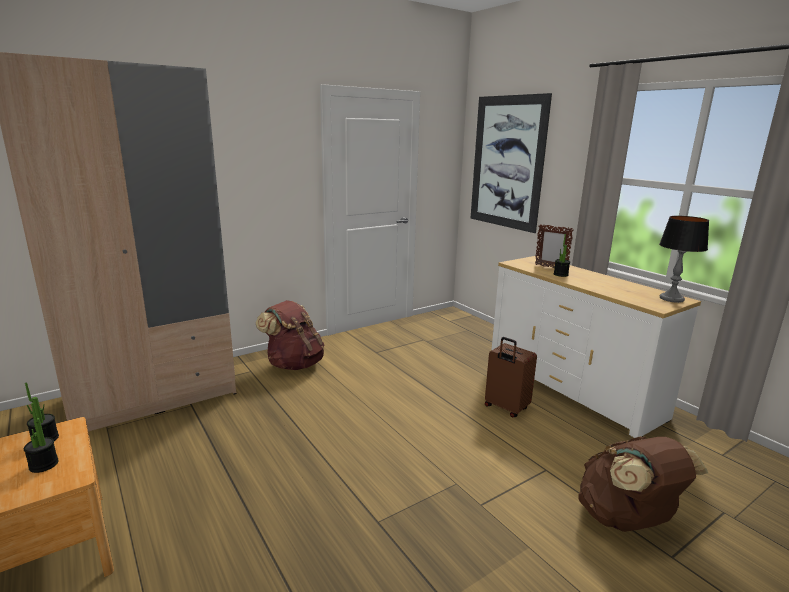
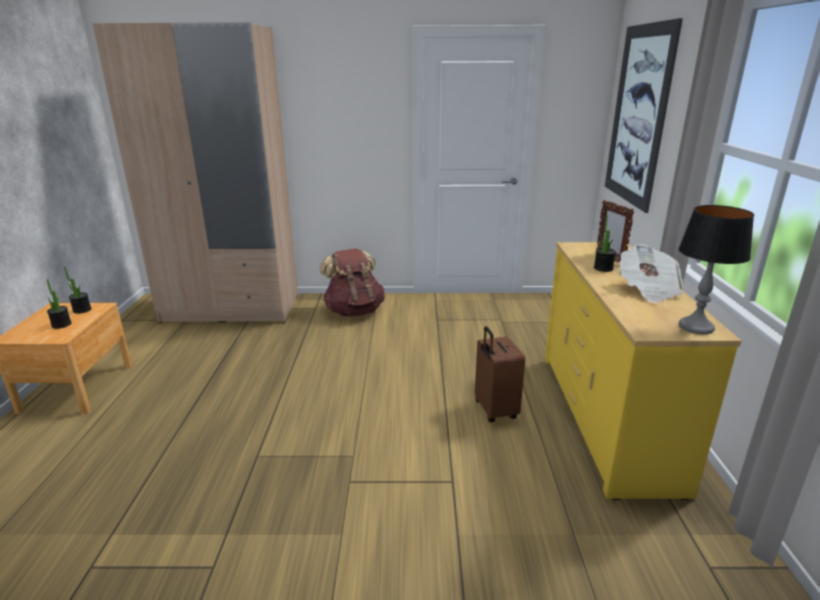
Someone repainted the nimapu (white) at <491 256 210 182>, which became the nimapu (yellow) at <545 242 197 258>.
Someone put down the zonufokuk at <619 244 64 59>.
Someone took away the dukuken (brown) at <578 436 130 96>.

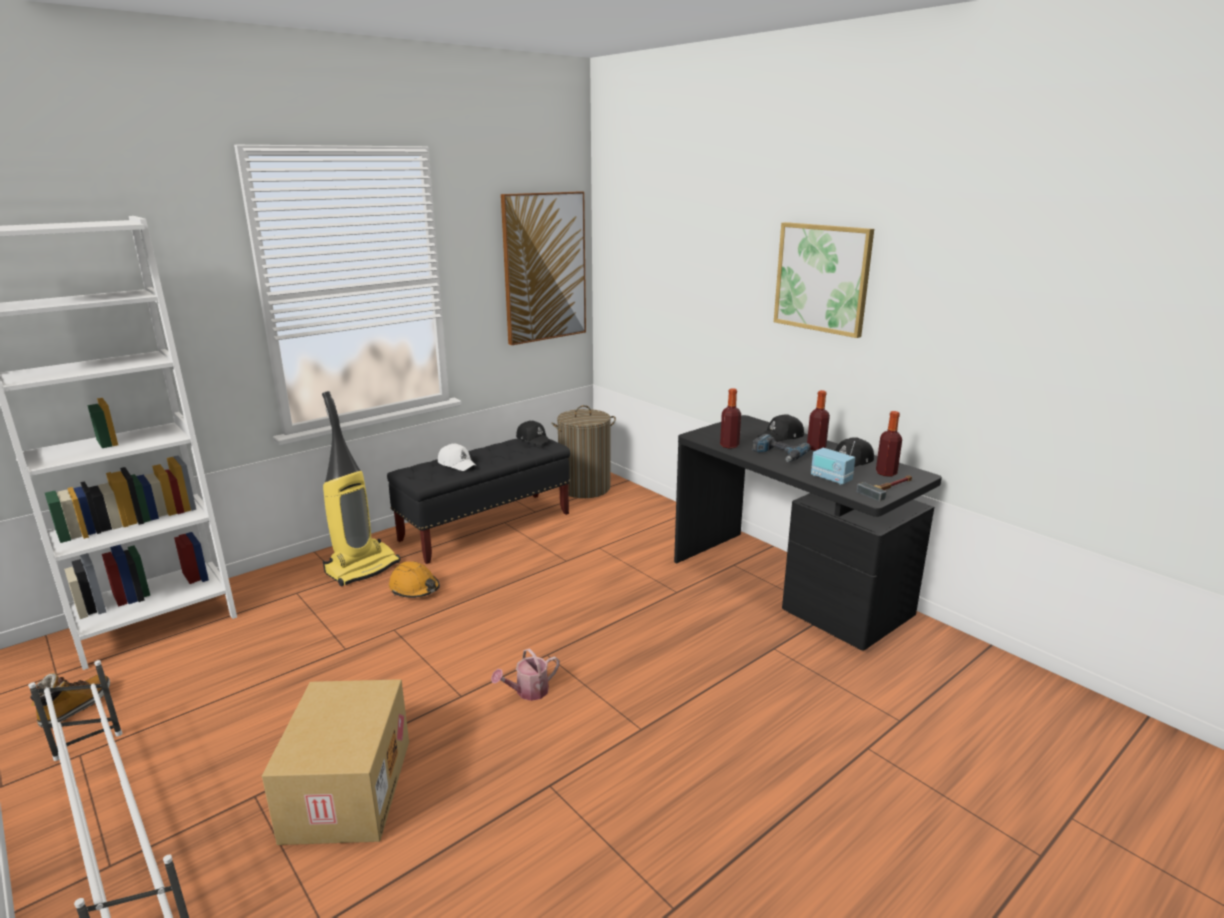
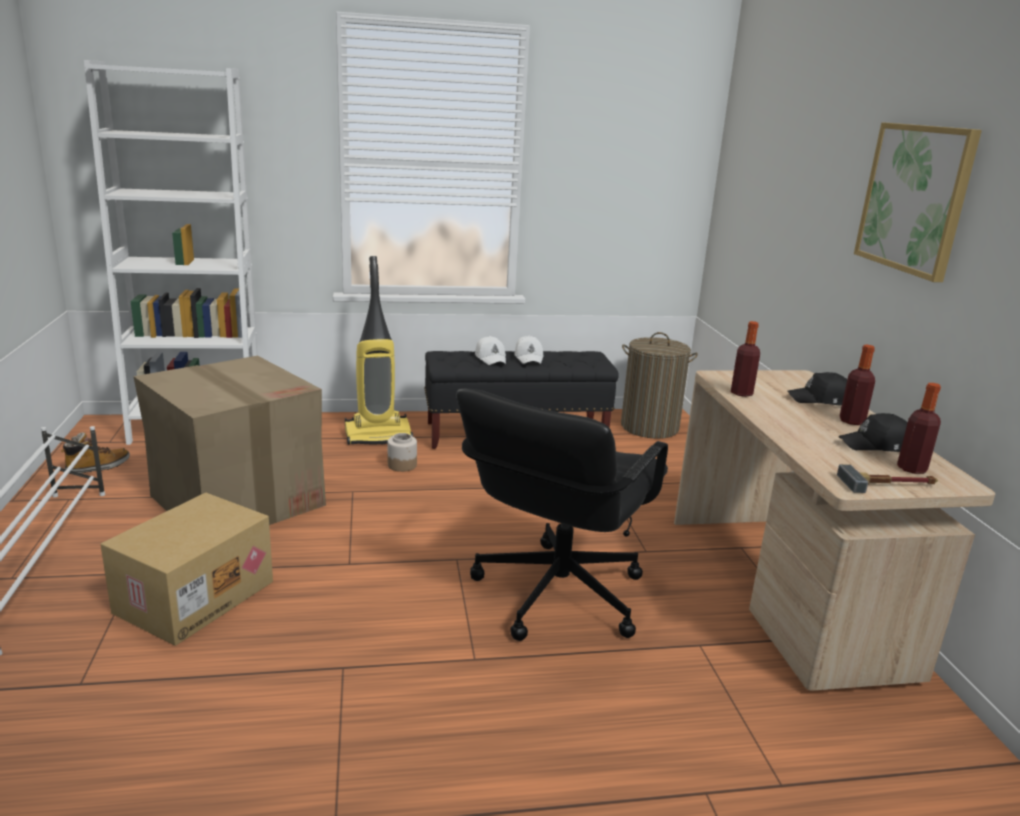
Someone put down the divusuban at <134 356 192 169>.
Someone swapped the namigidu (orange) at <389 561 51 37> for the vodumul at <388 433 29 39>.
Someone put down the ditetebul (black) at <456 388 212 253>.
Someone put down the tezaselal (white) at <514 336 30 28>.
Someone repainted the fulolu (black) at <674 415 268 235>, which became the fulolu (beige) at <674 370 321 321>.
Someone took away the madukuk at <491 648 69 53>.
Someone took away the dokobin at <501 191 85 155>.
Someone took away the tezaselal (black) at <516 420 35 26>.
Someone took away the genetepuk at <752 434 59 28>.
Someone took away the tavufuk at <811 441 44 44>.

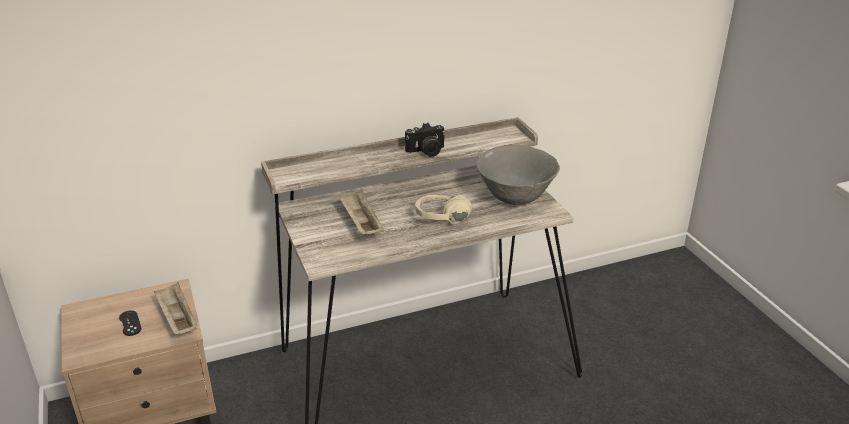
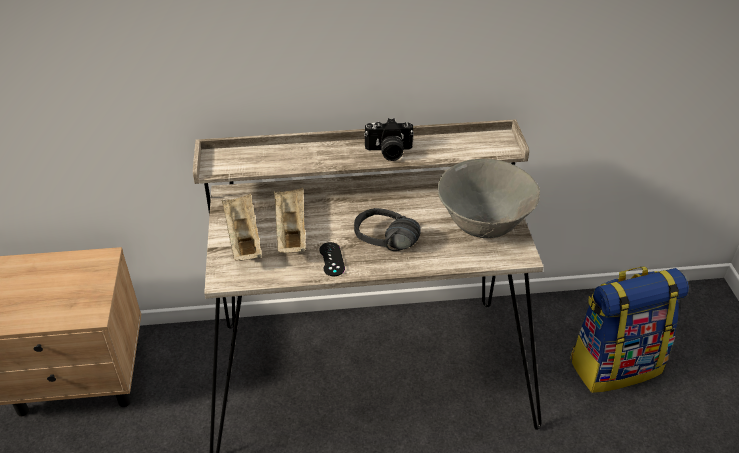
Someone carried the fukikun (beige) from <154 282 44 53> to <222 193 40 68>.
Someone carried the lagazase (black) from <119 310 22 26> to <319 242 26 34>.
Someone repainted the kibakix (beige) at <415 195 57 29>, which became the kibakix (black) at <354 208 67 43>.
Someone put down the dukuken at <570 267 119 126>.

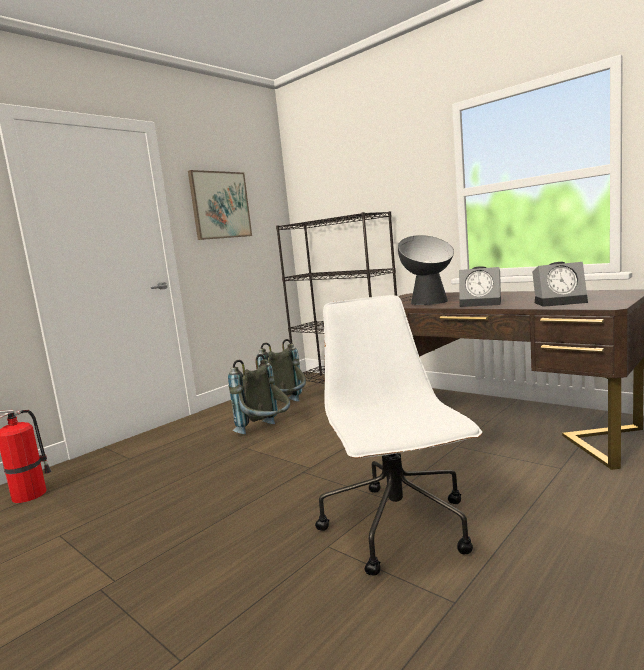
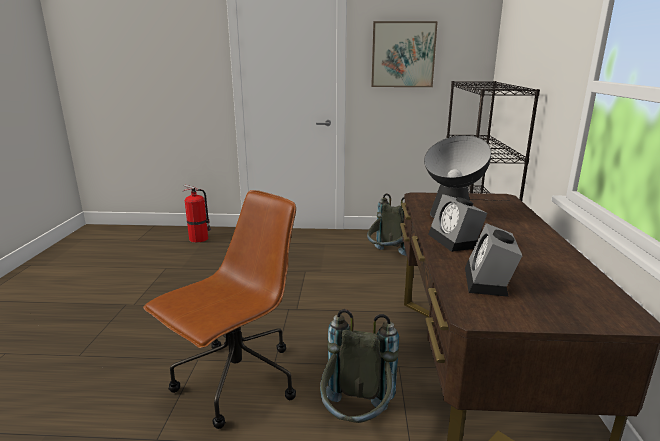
Someone repainted the ditetebul (white) at <315 295 167 281>, which became the ditetebul (brown) at <143 190 153 239>.
Someone carried the dukuken (grey) from <228 354 62 80> to <320 309 79 114>.
Someone rotated the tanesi at <532 262 56 45> by 45 degrees clockwise.

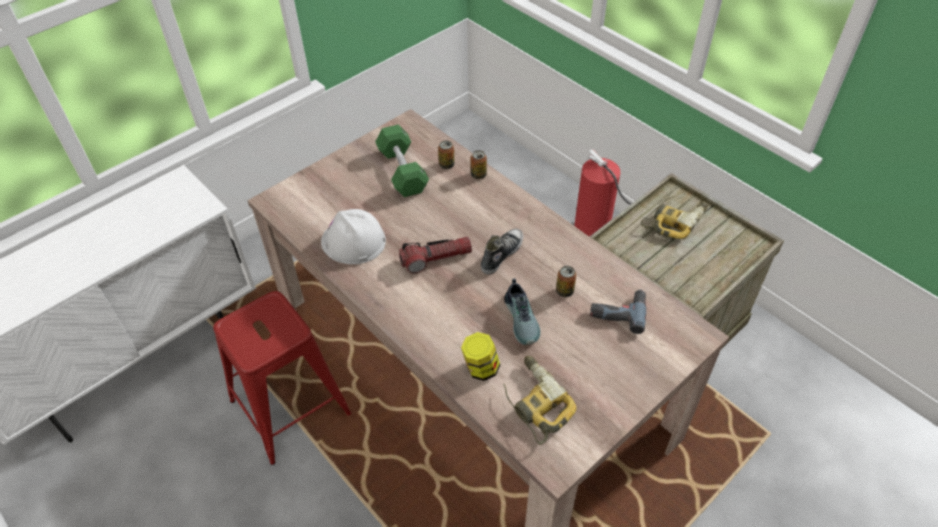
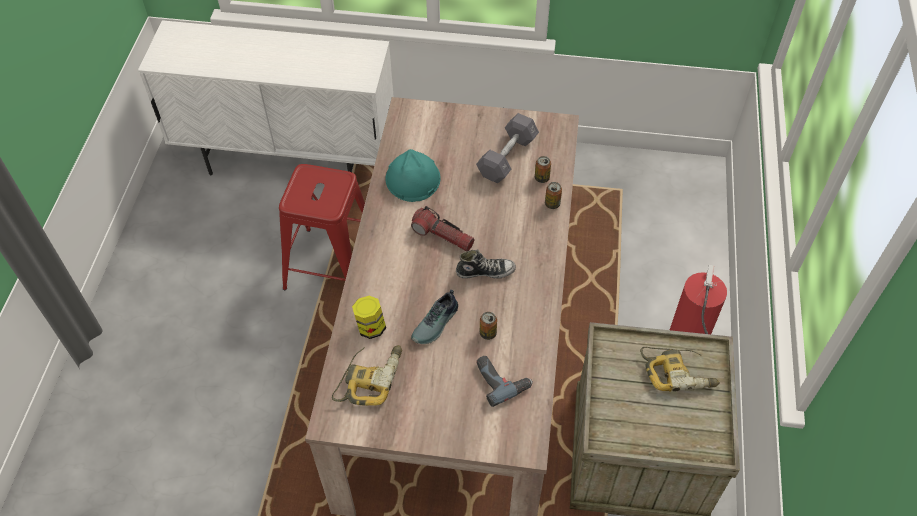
Someone repainted the namigidu (white) at <321 209 65 55>, which became the namigidu (turquoise) at <385 149 56 53>.
Someone repainted the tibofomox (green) at <375 124 54 73>, which became the tibofomox (grey) at <476 113 63 71>.

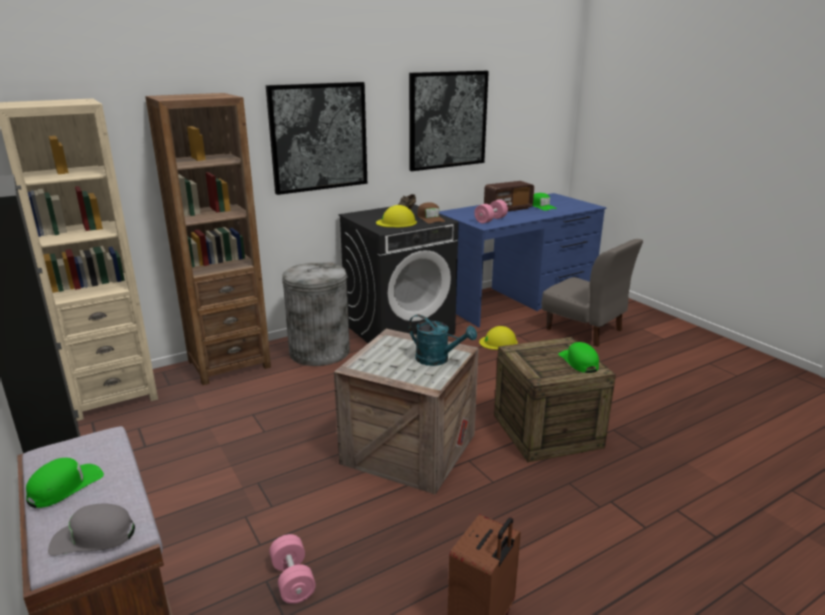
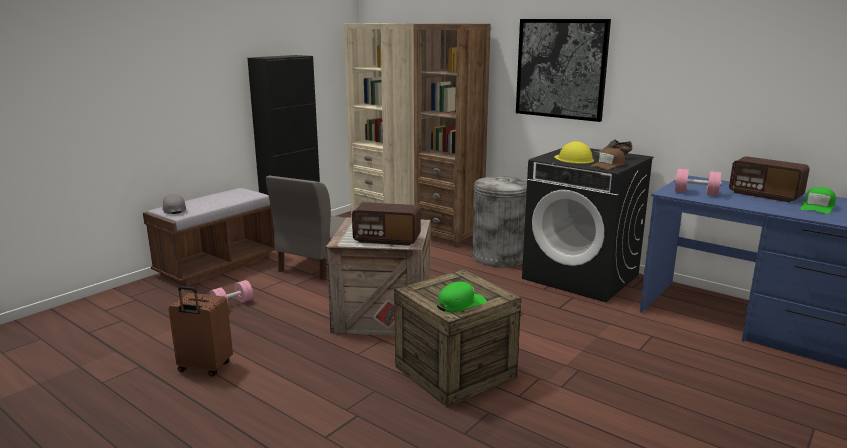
Someone carried the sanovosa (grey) from <541 239 102 108> to <266 176 80 104>.
Someone swapped the madukuk (turquoise) at <409 314 68 52> for the tavufuk at <352 202 69 44>.
Someone took away the tezaselal (green) at <26 458 78 50>.
Someone took away the dokobin at <409 71 80 100>.
Someone took away the namigidu (yellow) at <479 326 39 24>.

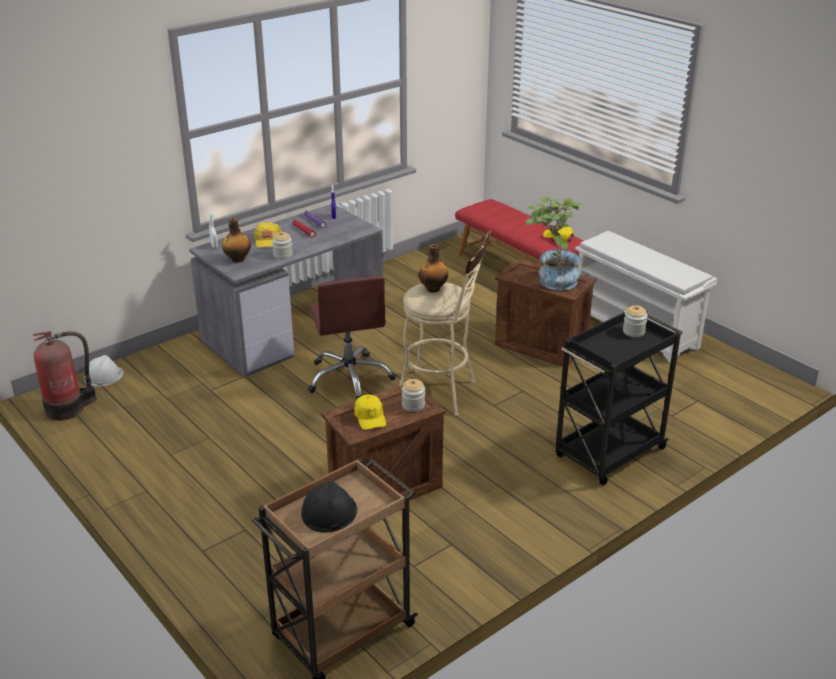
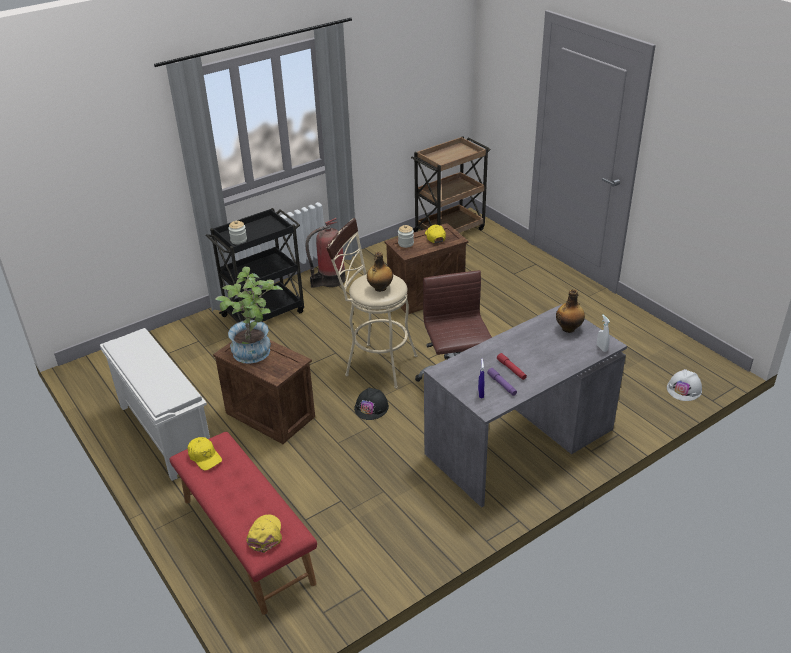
Someone carried the tezaselal (yellow) from <254 221 27 27> to <247 514 35 39>.
Someone carried the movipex from <33 331 64 90> to <305 218 41 70>.
Someone carried the namigidu (black) from <301 481 56 52> to <354 388 35 32>.
Someone took away the vodumul at <272 231 21 28>.

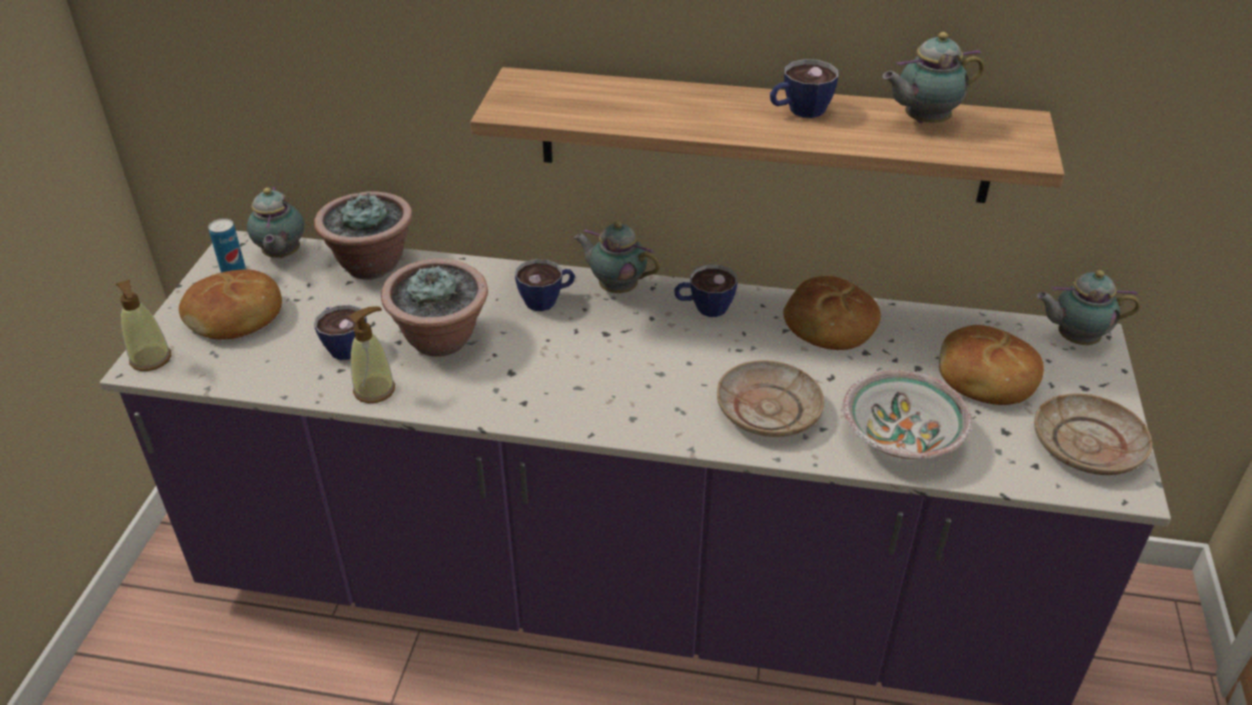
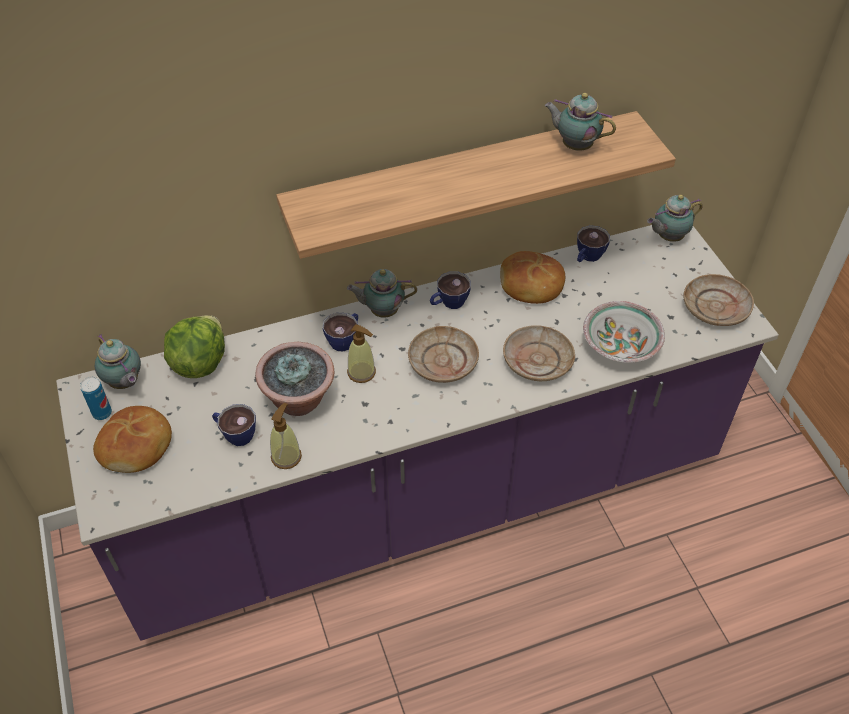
Someone swapped the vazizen at <314 191 99 89> for the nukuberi at <164 315 61 63>.
Someone carried the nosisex from <116 280 55 91> to <347 324 29 59>.
Someone put down the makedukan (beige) at <408 326 71 57>.
Someone rotated the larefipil at <882 32 102 91> by 75 degrees clockwise.
Someone carried the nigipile from <770 59 68 59> to <577 225 33 37>.
Someone took away the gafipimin at <939 325 105 80>.

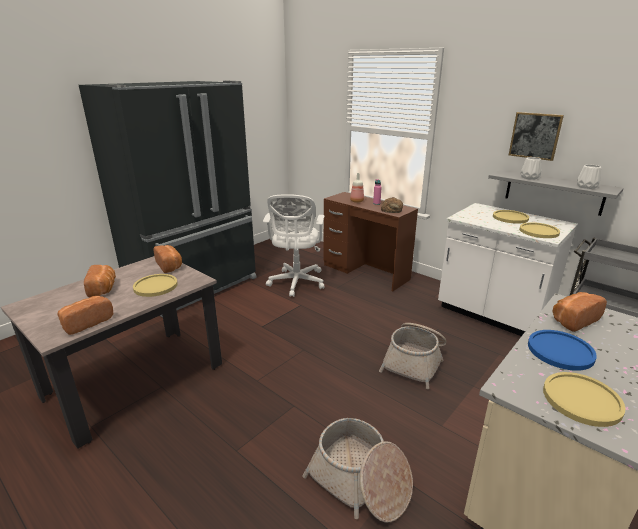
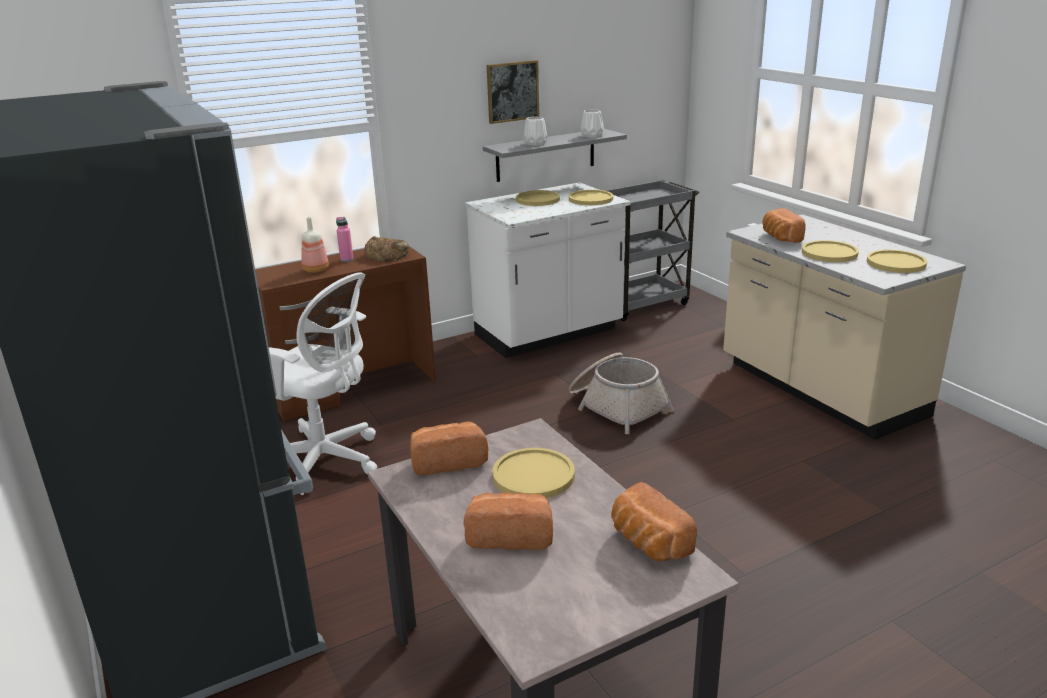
Someone repainted the makedukan (blue) at <528 330 69 41>, which became the makedukan (yellow) at <802 240 57 22>.
Someone took away the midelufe at <303 418 110 104>.

